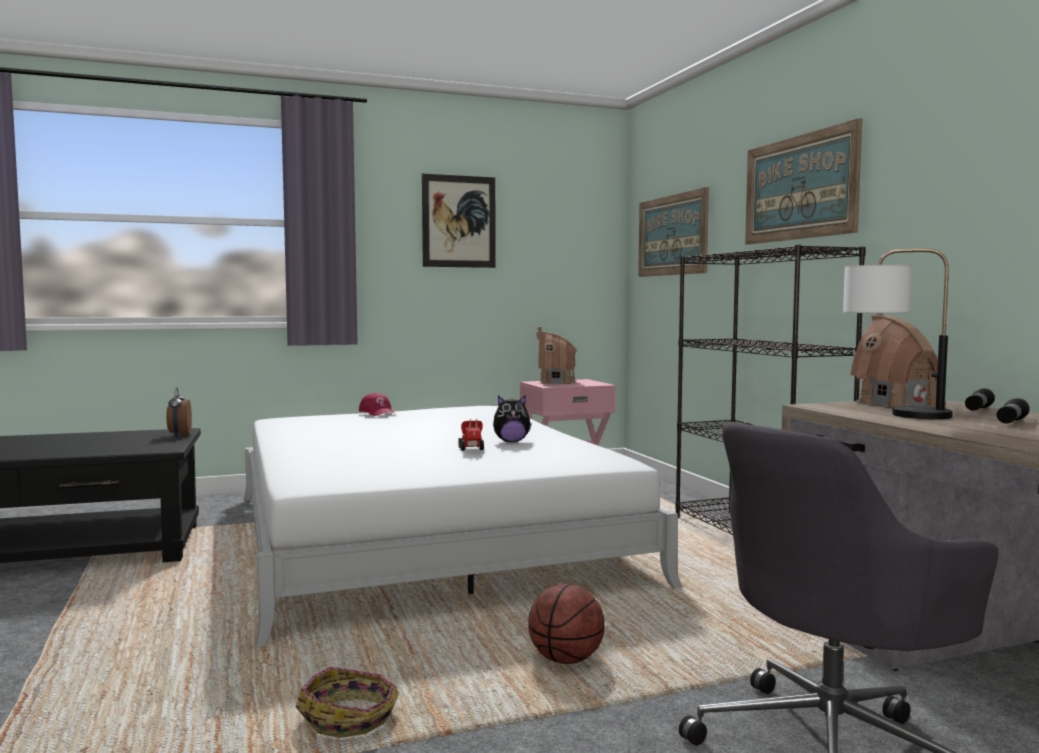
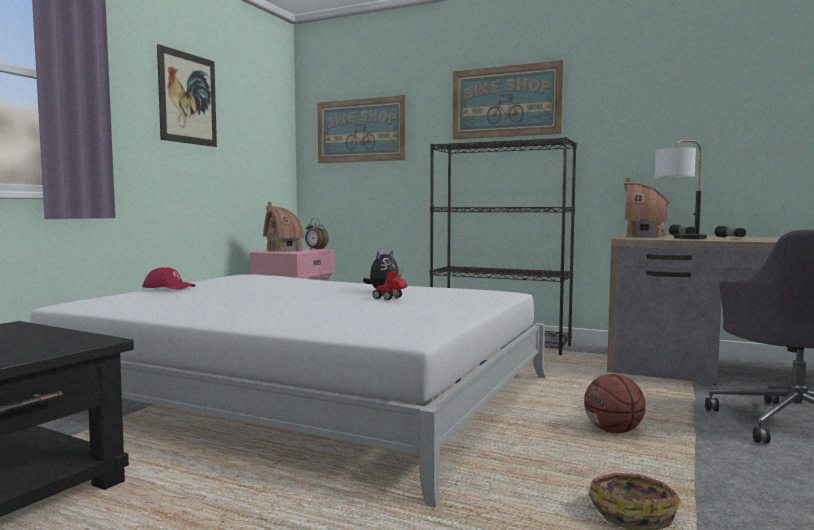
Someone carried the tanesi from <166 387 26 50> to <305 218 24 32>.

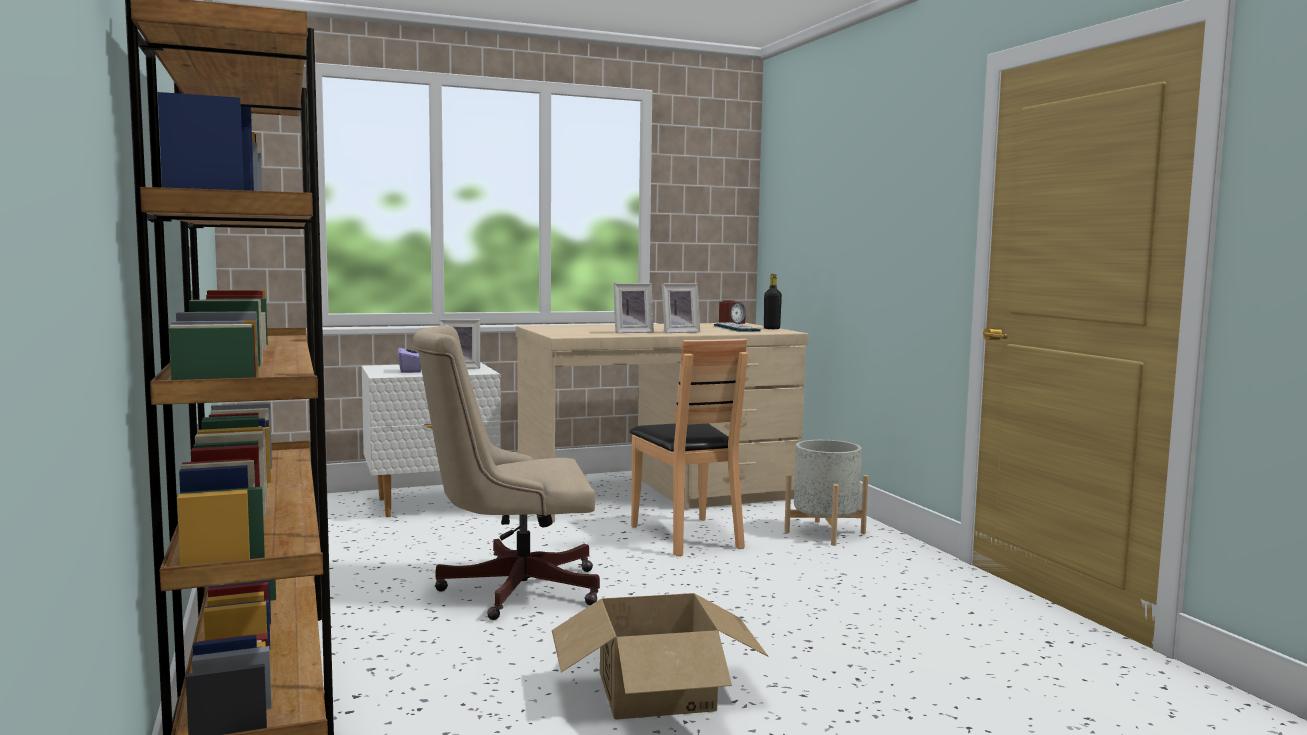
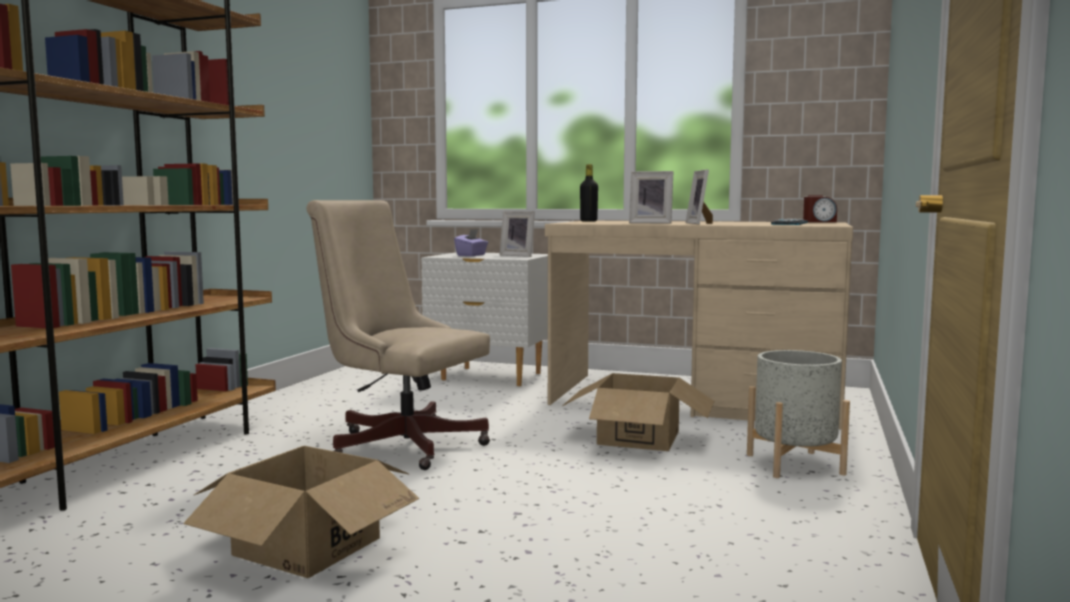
Someone swapped the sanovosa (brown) at <630 339 118 217> for the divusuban at <563 373 151 78>.
Someone carried the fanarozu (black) from <764 274 18 55> to <580 164 18 58>.
Someone rotated the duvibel at <662 283 38 50> by 75 degrees clockwise.

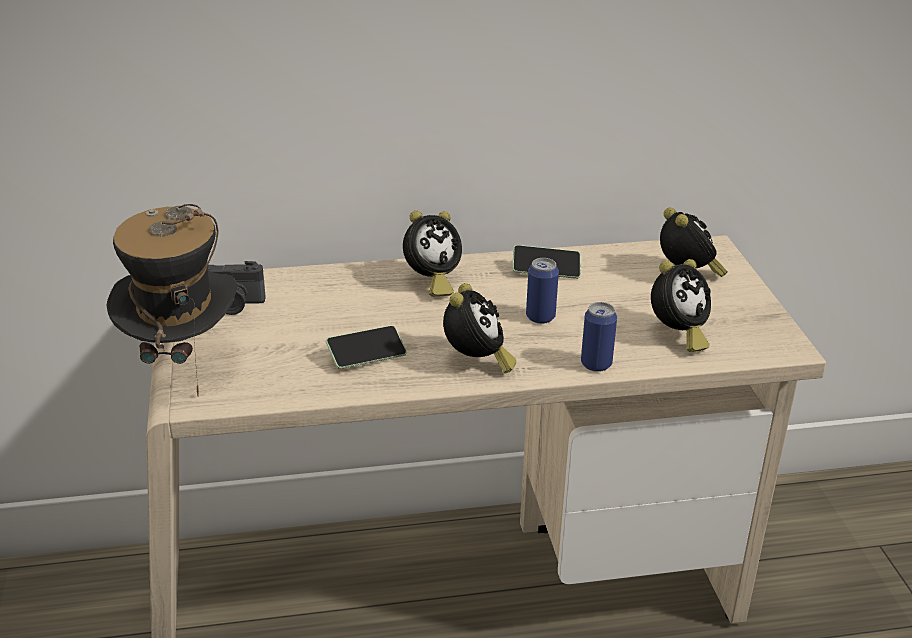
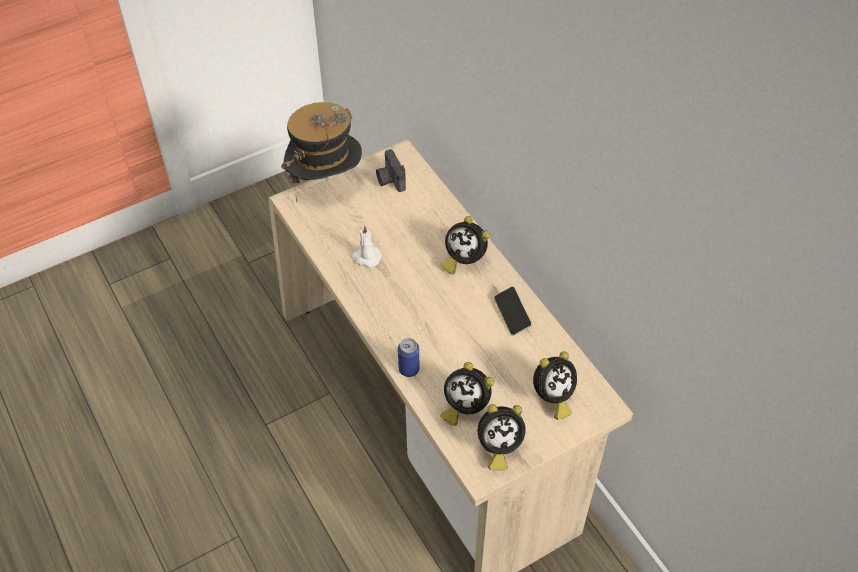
Someone swapped the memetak at <326 325 81 44> for the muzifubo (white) at <351 225 31 42>.
Someone carried the tanesi from <443 283 73 91> to <477 404 49 66>.
Someone took away the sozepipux at <526 258 33 66>.

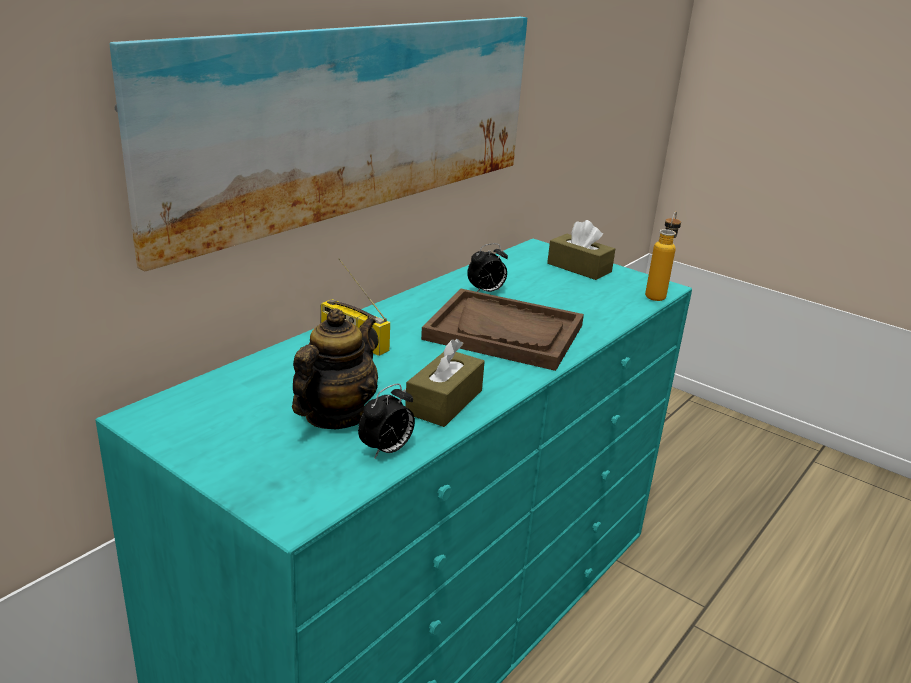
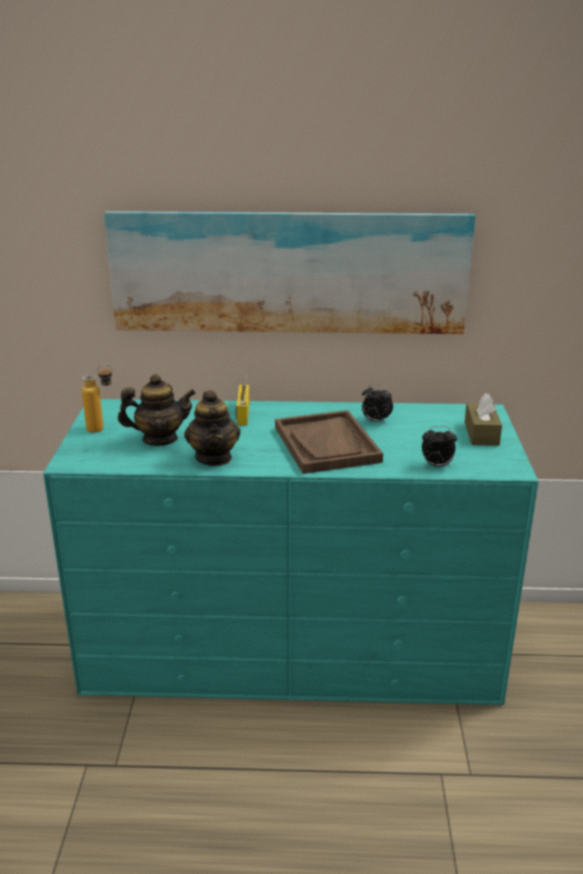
Someone carried the fanarozu from <645 211 36 90> to <82 364 31 69>.
Someone swapped the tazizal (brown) at <405 339 80 88> for the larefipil at <184 390 57 76>.
Someone carried the tanesi from <358 383 57 76> to <422 426 35 41>.

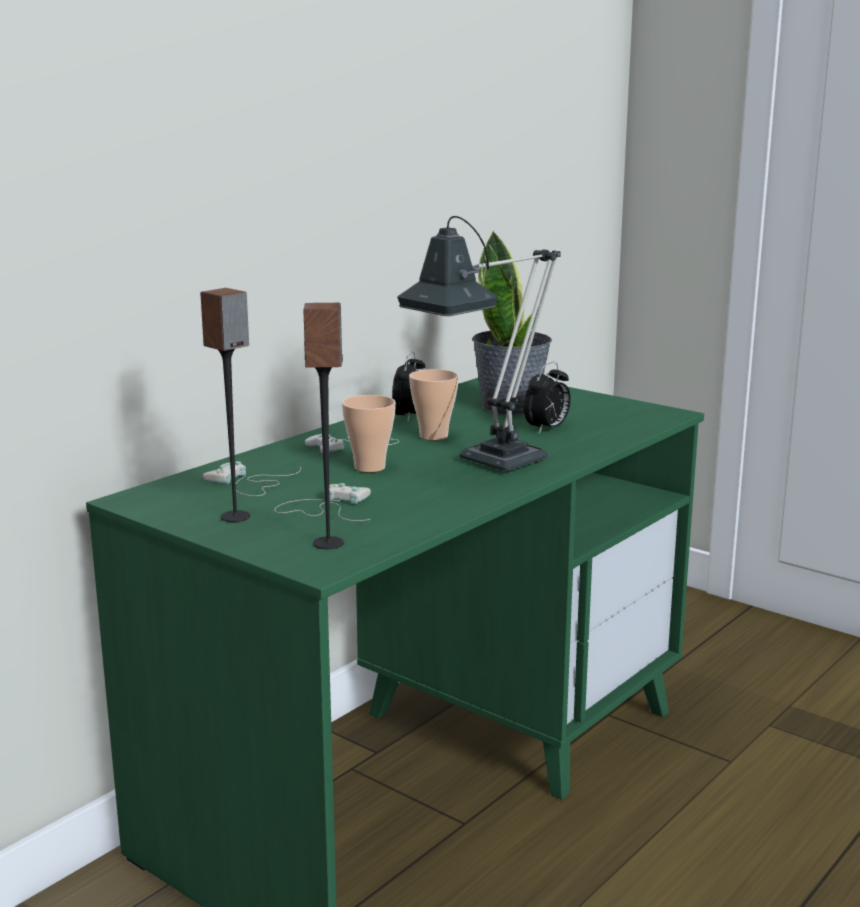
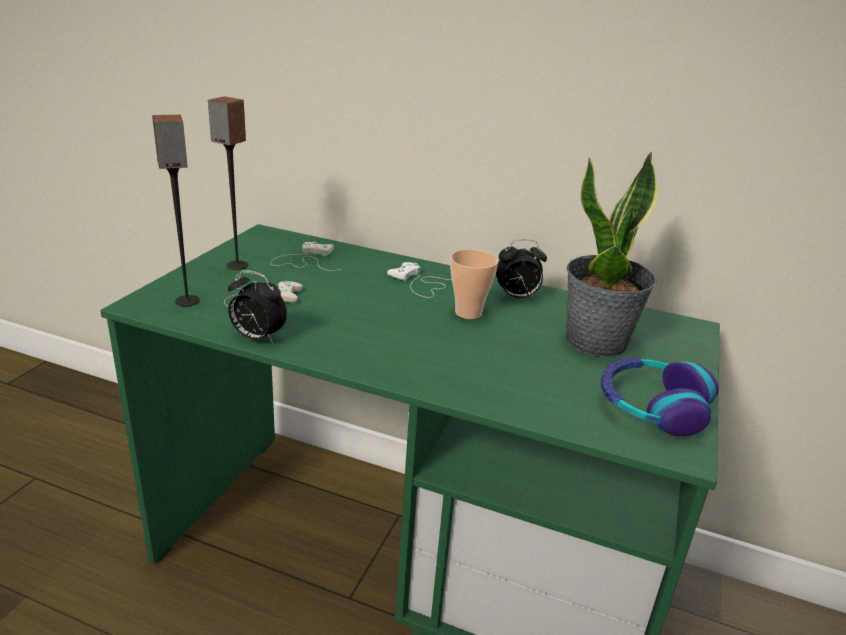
Someone carried the tanesi from <524 362 47 71> to <228 270 59 73>.
Someone put down the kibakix at <601 358 118 78>.
Someone took away the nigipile at <342 395 54 77>.
Someone took away the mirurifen at <397 216 164 256>.

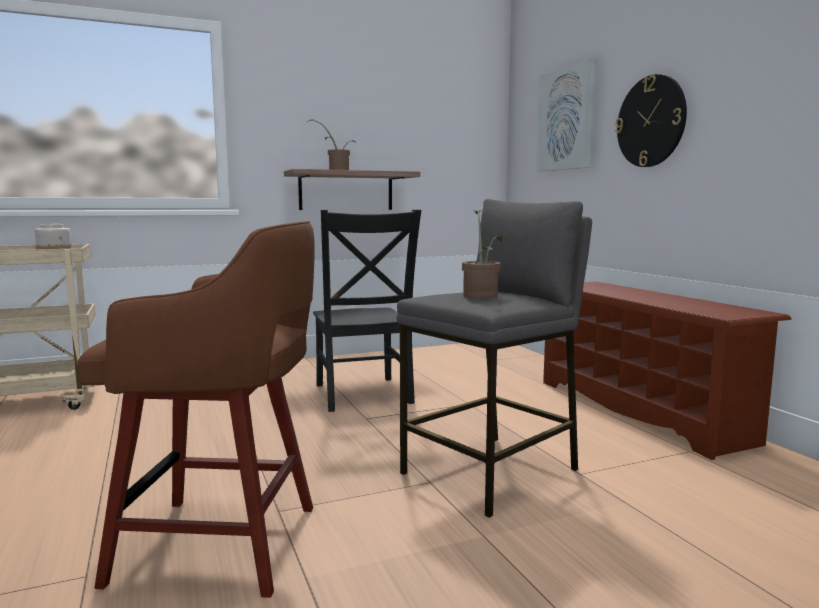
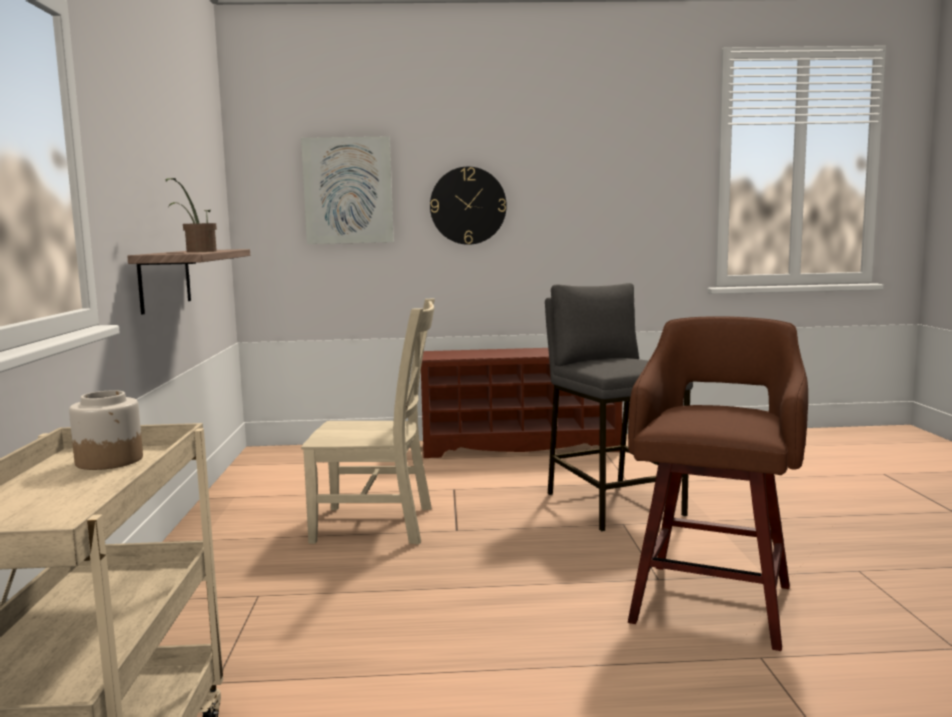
Someone repainted the sanovosa (black) at <313 210 108 202>, which became the sanovosa (beige) at <301 298 134 246>.
Someone took away the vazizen at <462 210 40 89>.

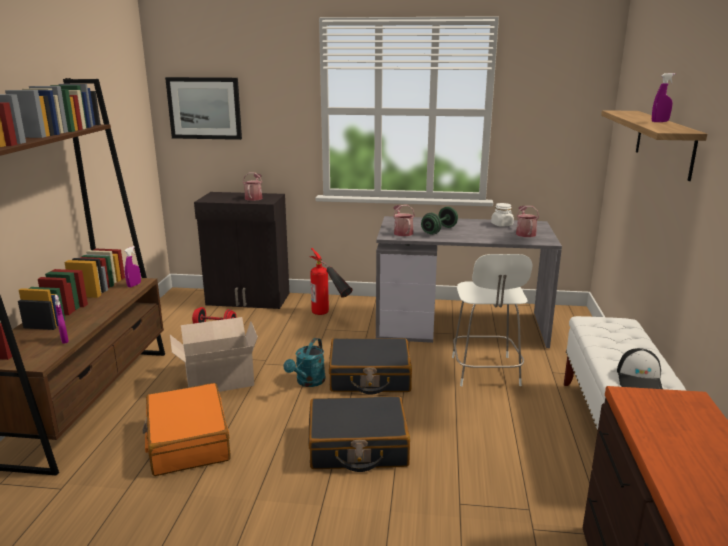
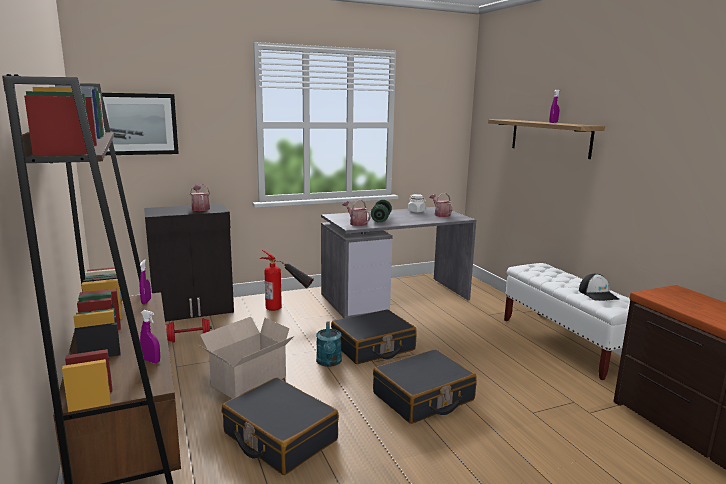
Someone repainted the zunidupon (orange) at <142 383 89 93>, which became the zunidupon (black) at <222 377 117 98>.
Someone took away the sanovosa (white) at <452 254 81 132>.

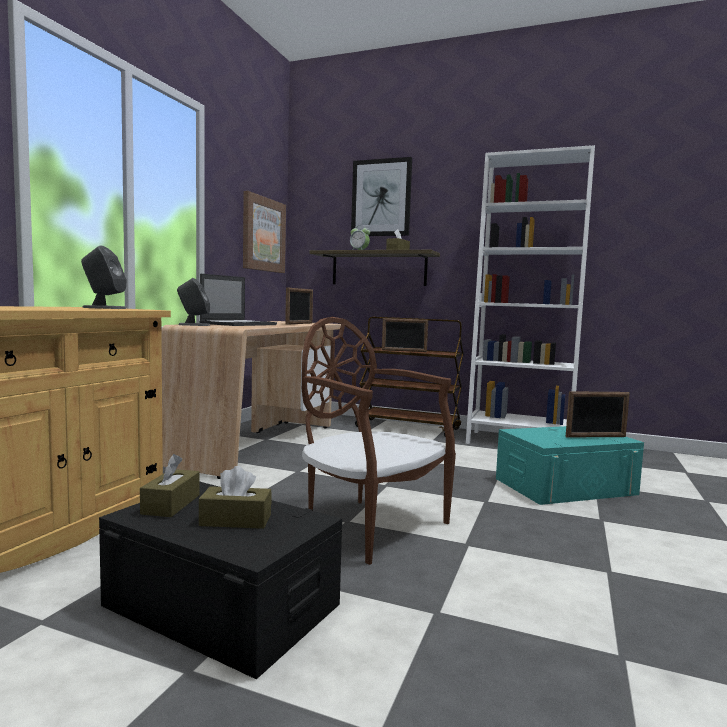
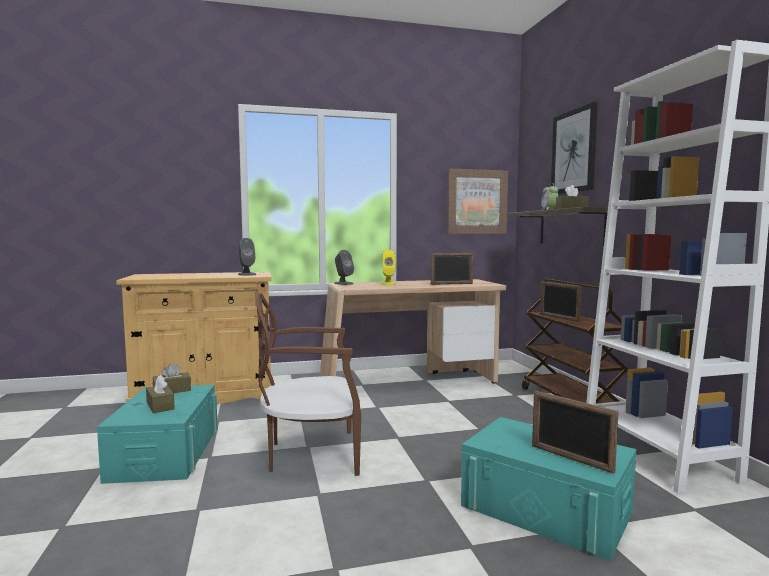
Someone repainted the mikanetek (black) at <99 482 243 197>, which became the mikanetek (turquoise) at <97 385 121 99>.
Someone rotated the sanovosa (brown) at <302 317 154 248> by 105 degrees counterclockwise.
Someone swapped the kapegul at <199 274 78 52> for the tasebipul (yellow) at <381 250 15 35>.

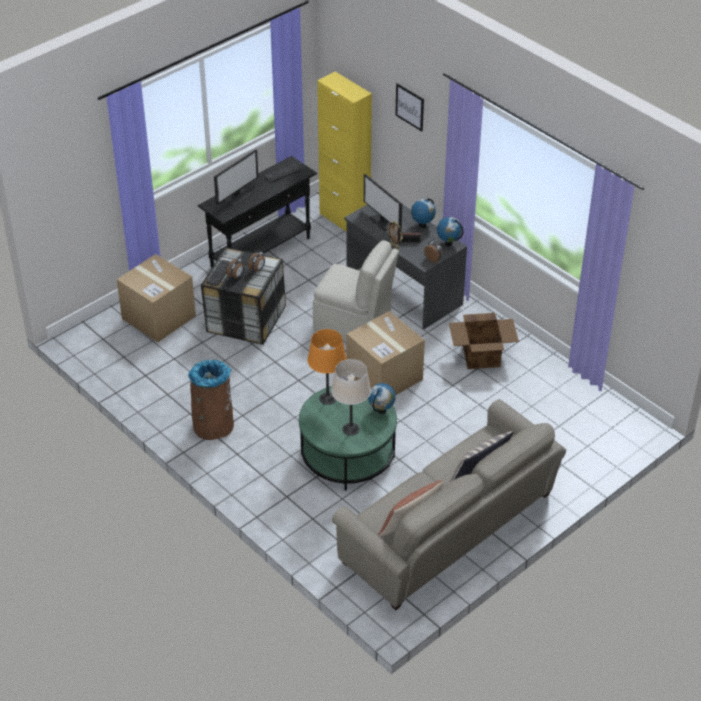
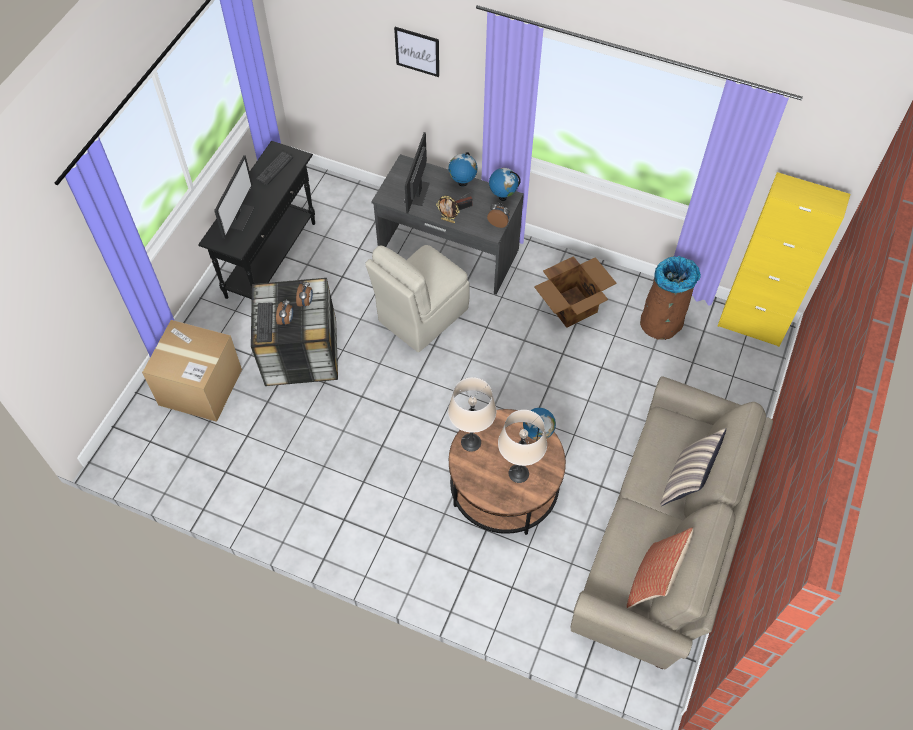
Someone rotated the sanovosa (beige) at <313 240 86 100> by 135 degrees clockwise.
Someone rotated the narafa at <364 174 38 58> by 75 degrees clockwise.
Someone repainted the mirurifen (orange) at <308 329 39 76>, which became the mirurifen (beige) at <448 377 48 75>.
Someone repainted the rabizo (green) at <299 386 98 105>, which became the rabizo (brown) at <449 409 117 126>.
Someone carried the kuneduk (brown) from <188 360 46 80> to <640 256 61 84>.
Someone carried the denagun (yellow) from <317 71 55 160> to <718 172 133 175>.
Someone took away the divusuban at <346 311 79 84>.

